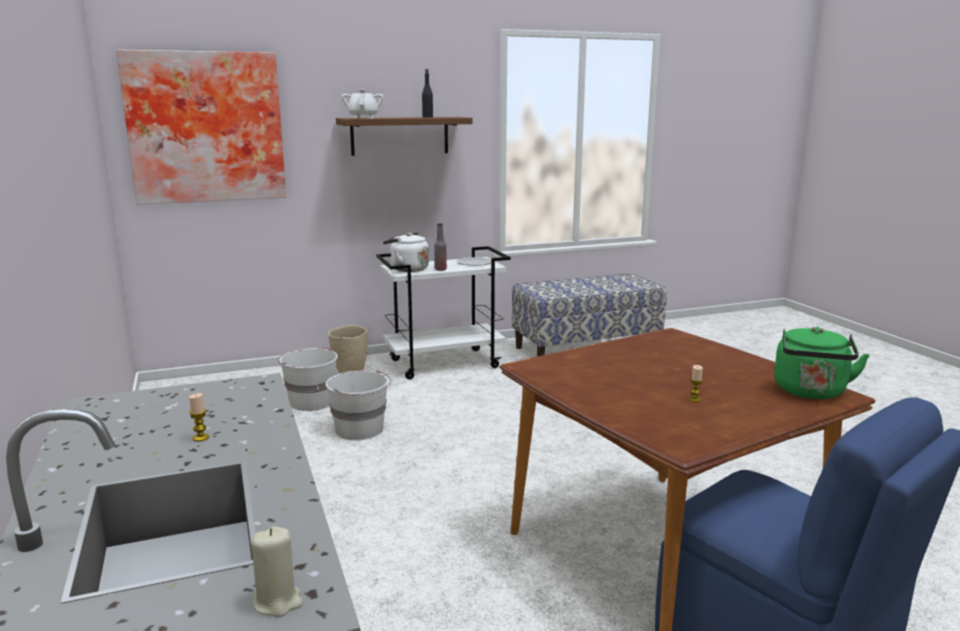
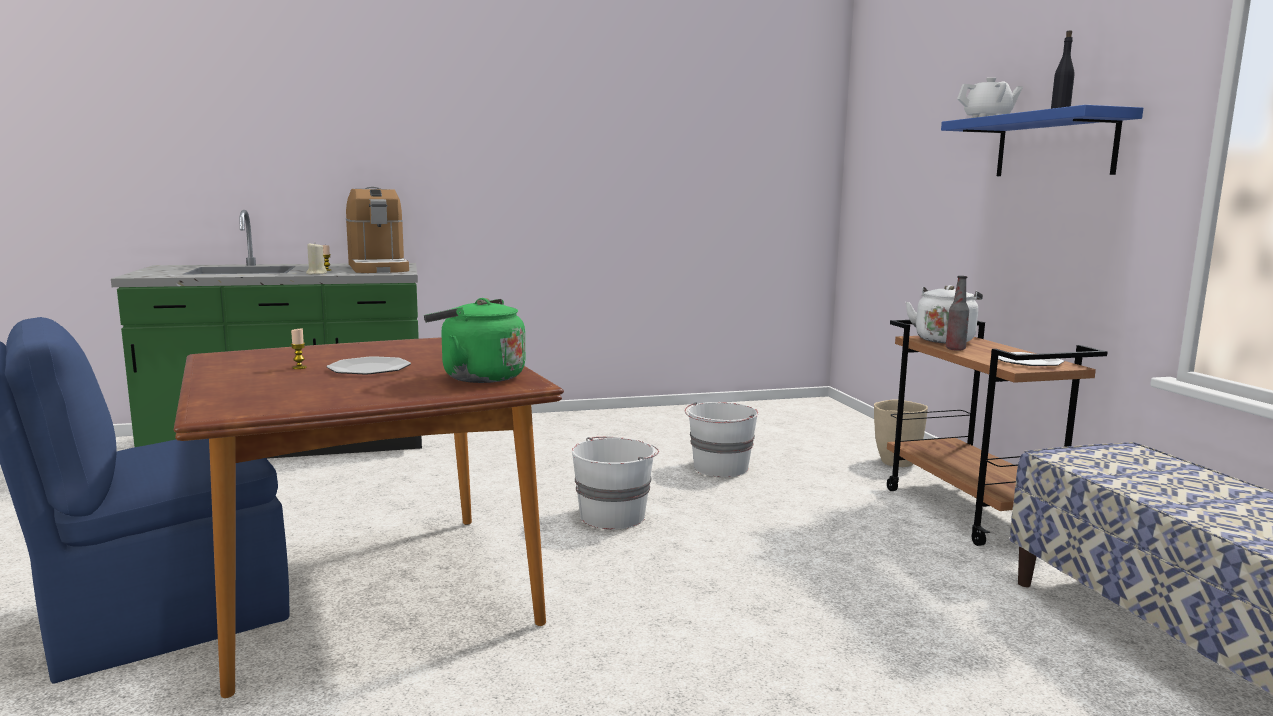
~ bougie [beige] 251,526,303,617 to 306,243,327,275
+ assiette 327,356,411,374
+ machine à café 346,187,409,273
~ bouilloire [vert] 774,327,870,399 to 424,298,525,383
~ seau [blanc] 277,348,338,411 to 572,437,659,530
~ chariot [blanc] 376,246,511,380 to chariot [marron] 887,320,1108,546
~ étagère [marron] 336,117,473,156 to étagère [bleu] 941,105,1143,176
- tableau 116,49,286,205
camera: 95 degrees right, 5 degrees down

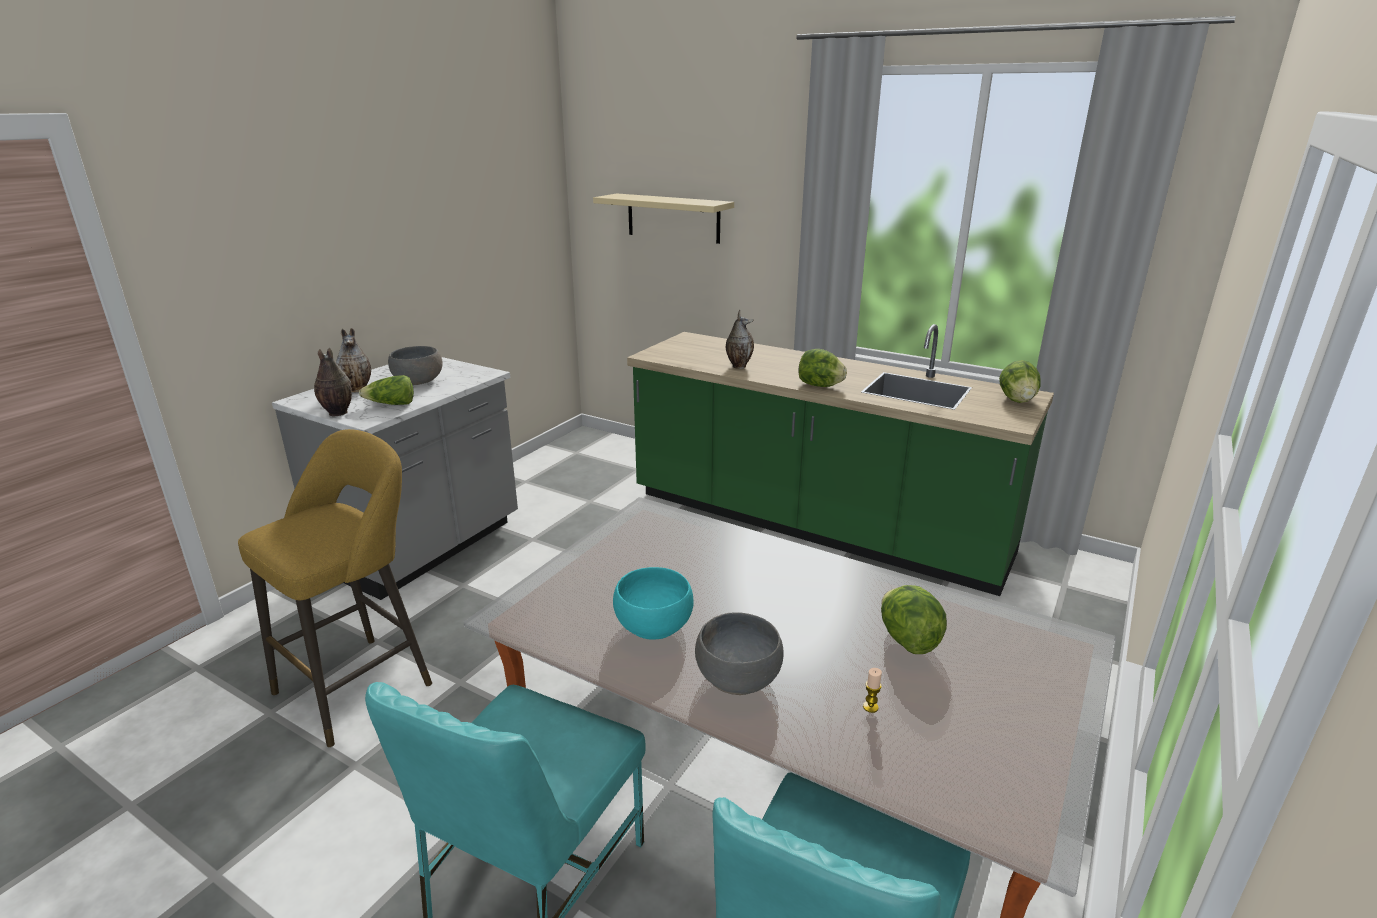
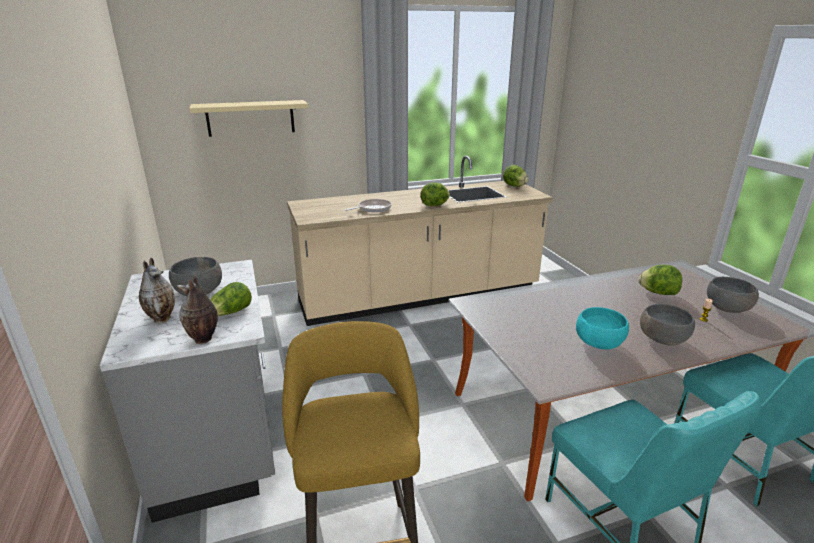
~ comptoir de cuisine [vert] 627,324,1054,596 to comptoir de cuisine [beige] 287,156,553,326
~ vase 726,310,754,369 to poêle 345,199,392,213
+ bol [gris] 707,277,759,313
camera: 50 degrees left, 0 degrees up

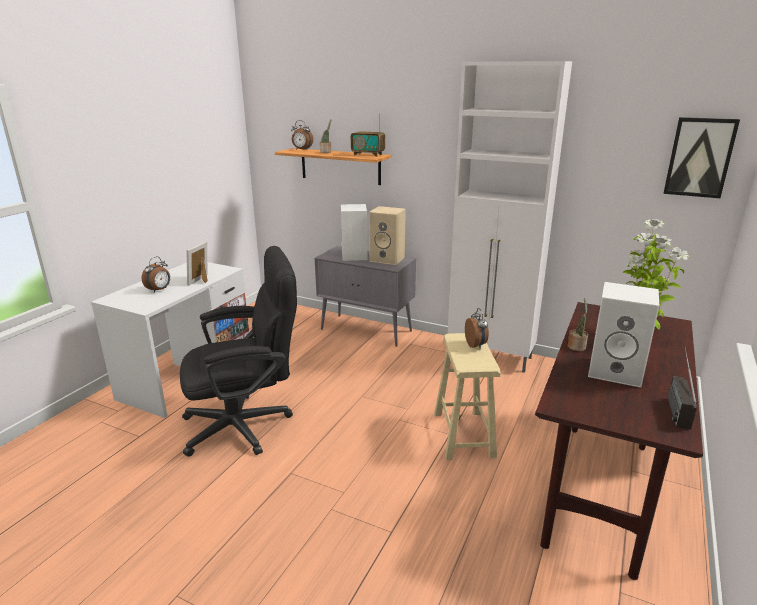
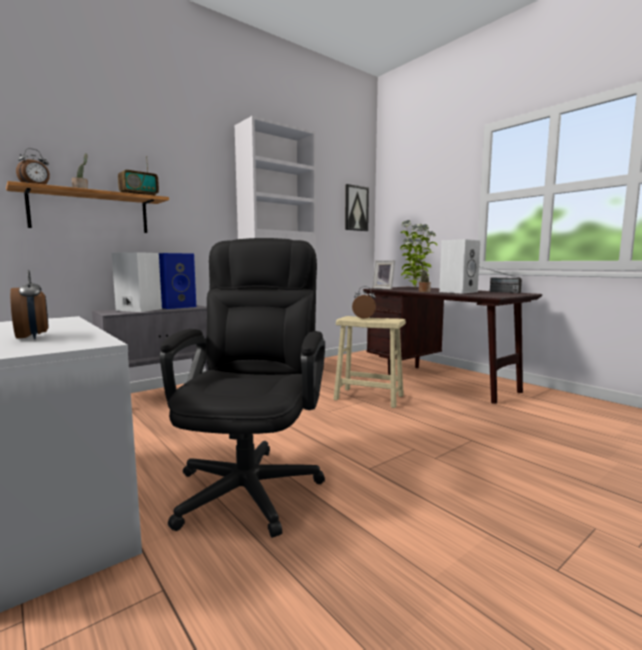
~ enceinte [beige] 369,206,406,265 to enceinte [bleu] 159,253,196,309
~ cadre photo 187,242,208,285 to 372,260,395,290
camera: 65 degrees left, 15 degrees down

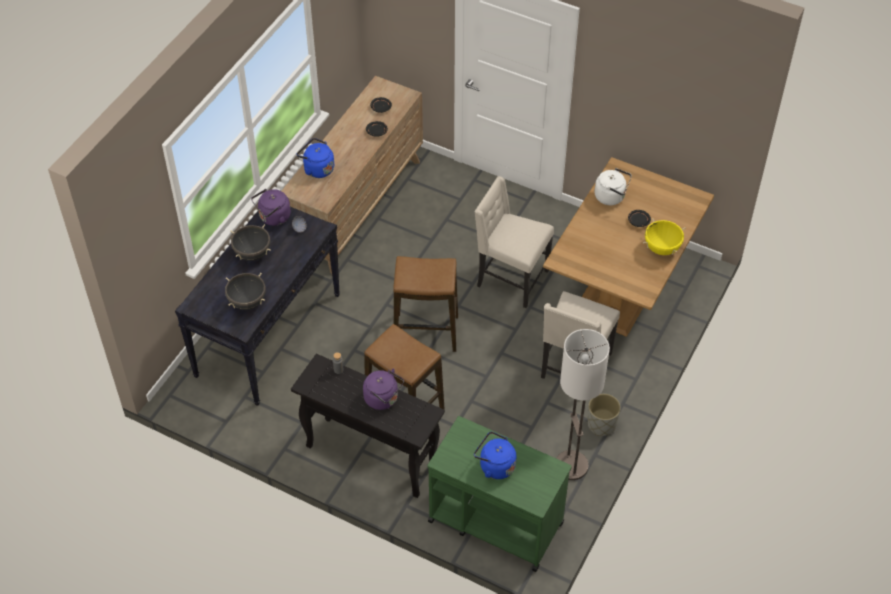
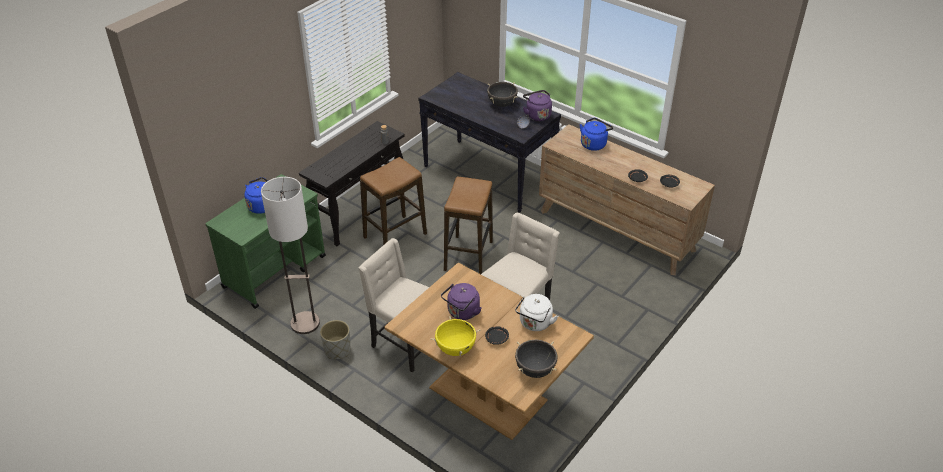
~ bouilloire [violet] 363,369,404,410 to 441,283,481,320
~ marmite [noir] 225,273,266,310 to 515,340,558,378
camera: 100 degrees right, 10 degrees down

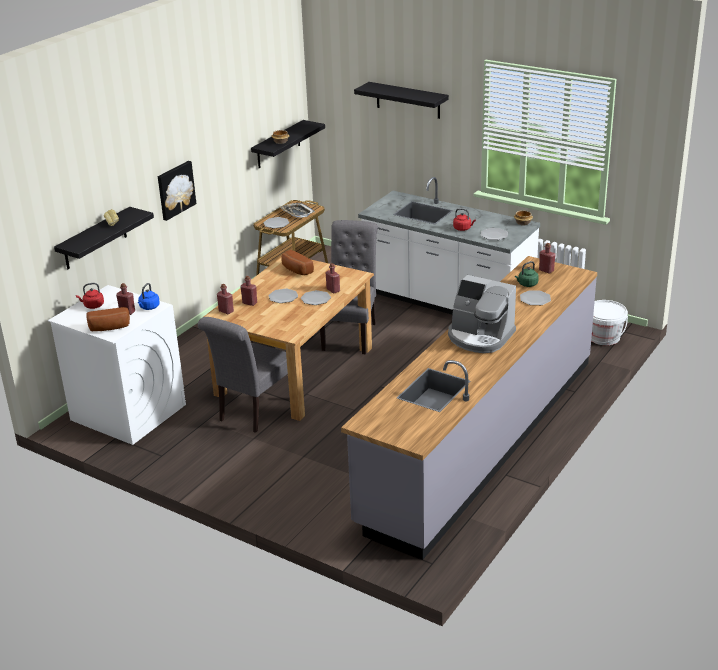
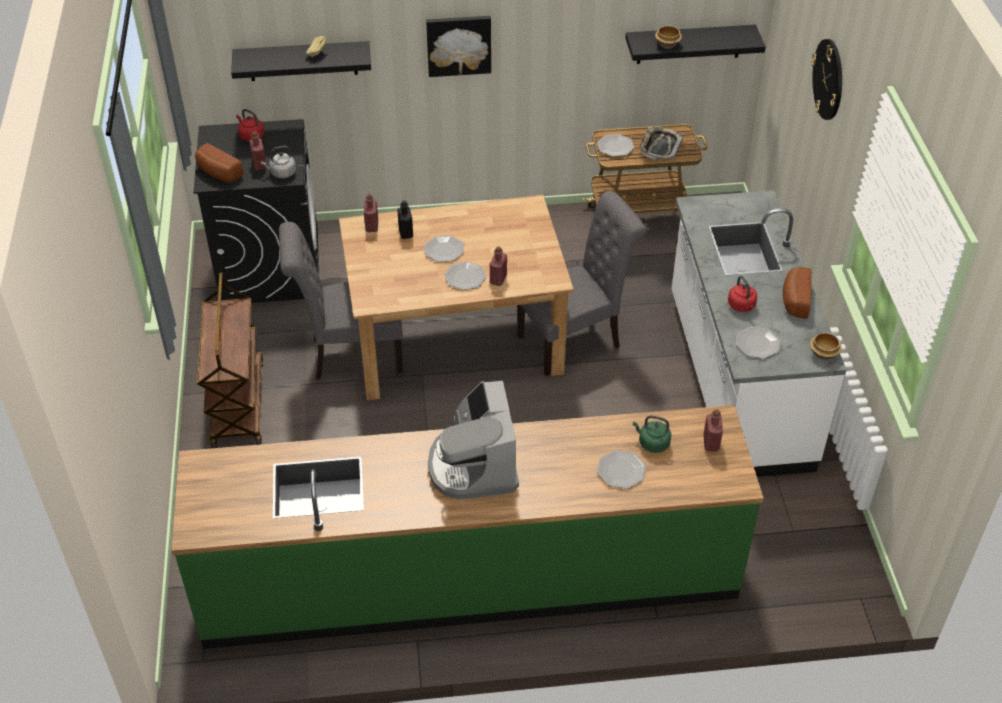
~ comptoir de cuisine [gris] 341,256,597,560 to comptoir de cuisine [vert] 171,405,763,649
~ lave-linge [blanc] 48,285,186,445 to lave-linge [noir] 194,119,319,303
+ chariot [marron] 197,272,264,448
~ bouilloire [bleu] 138,283,160,310 to bouilloire [gris] 261,146,296,179
~ bouteille [rouge] 240,276,257,306 to bouteille [noir] 397,201,413,239
~ pain 281,250,314,275 to 783,267,811,318
~ étagère [noir] 354,82,449,119 to horloge murale 811,39,842,120
- seau [blanc] 591,300,628,345
camera: 50 degrees right, 15 degrees up

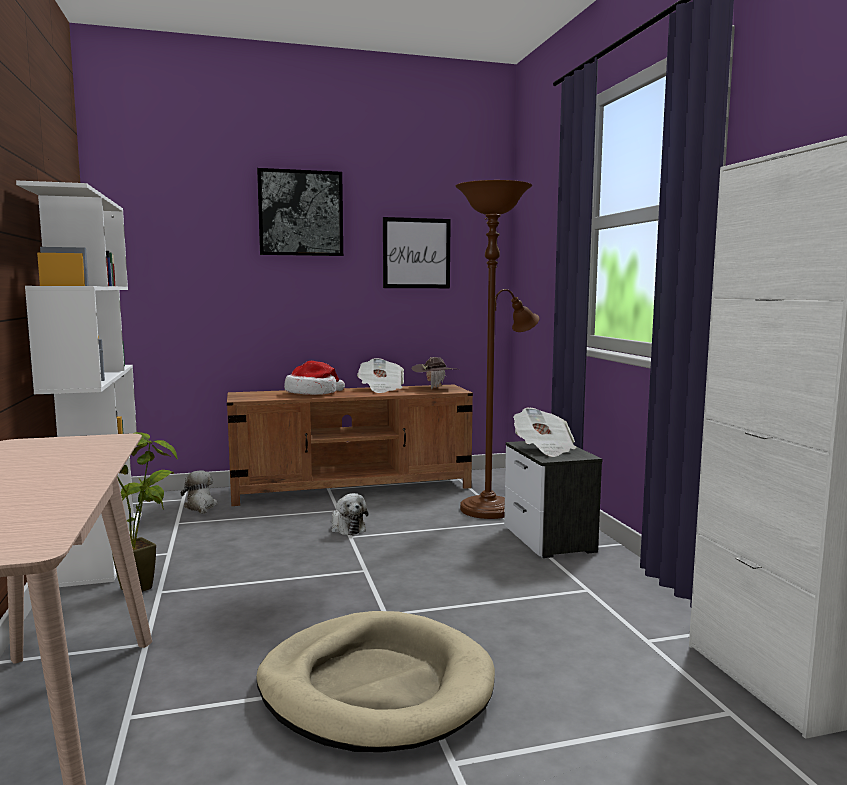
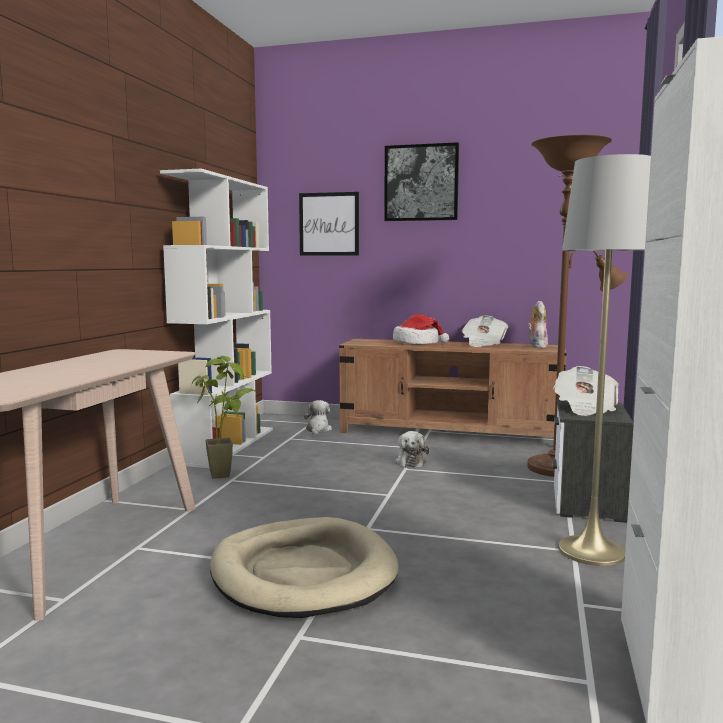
~ tableau 383,217,451,288 to 299,192,359,256
~ chapeau [marron] 411,357,455,389 to peluche 527,301,548,348
+ lampadaire [gris] 558,154,651,566
camera: 30 degrees right, 0 degrees up

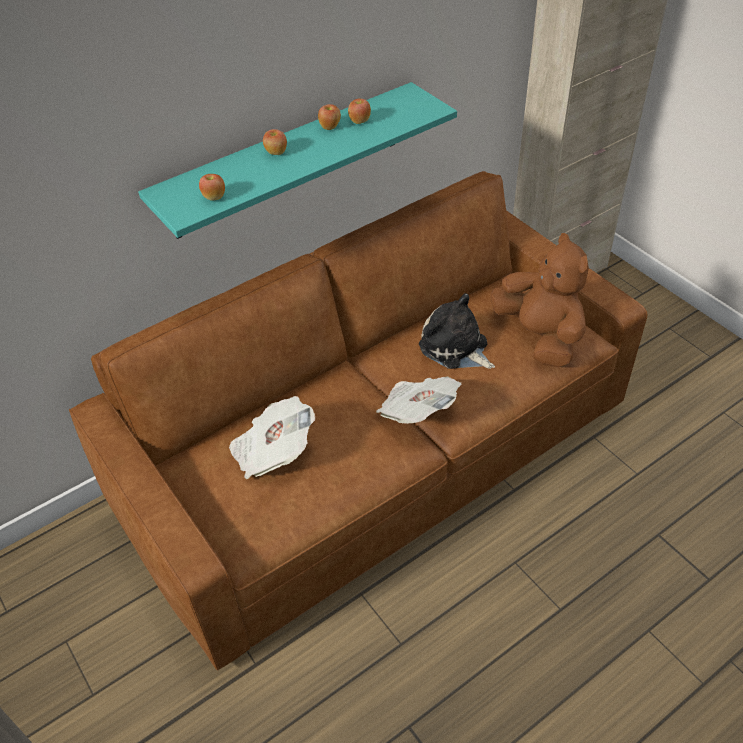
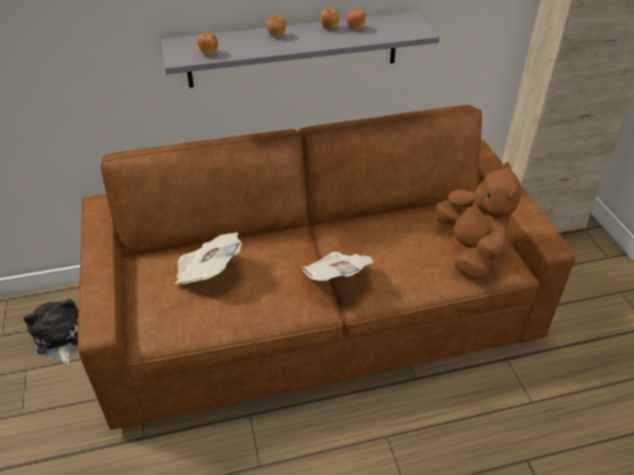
~ peluche 419,293,495,369 to 23,299,78,364
~ étagère [turquoise] 138,82,457,239 to étagère [gris] 161,12,440,88
camera: 20 degrees right, 5 degrees down

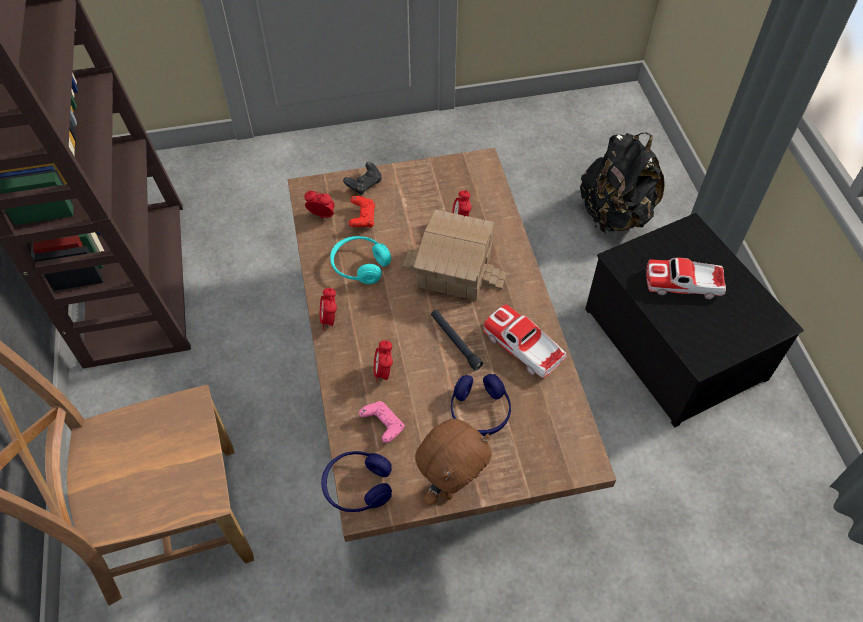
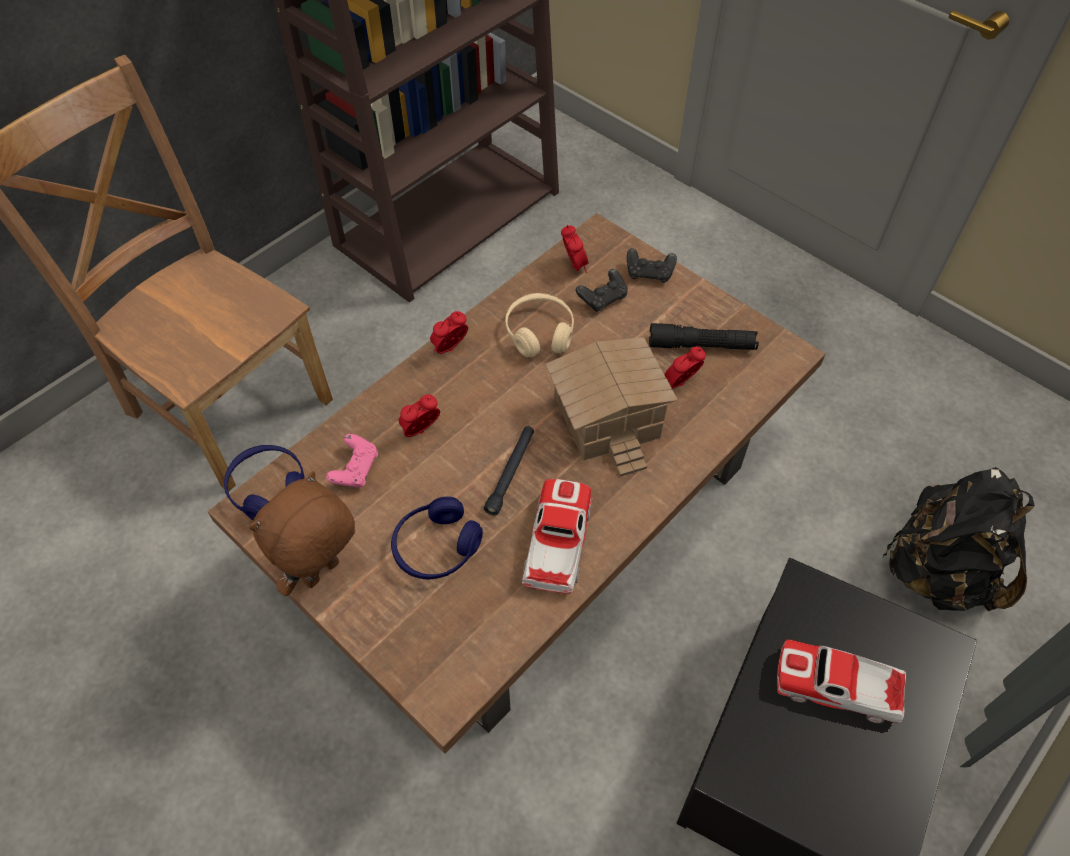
~ peluche [marron] 415,419,492,505 = 249,471,355,596 120 degrees clockwise
~ casque audio [turquoise] 330,236,391,284 to casque audio [beige] 505,293,574,357
~ manette [rouge] 349,196,375,228 to manette [noir] 576,269,628,312
+ lampe de poche [noir] 649,323,759,350
~ petite voiture 646,258,726,299 = 777,639,906,723 45 degrees counterclockwise
camera: 55 degrees right, 0 degrees up

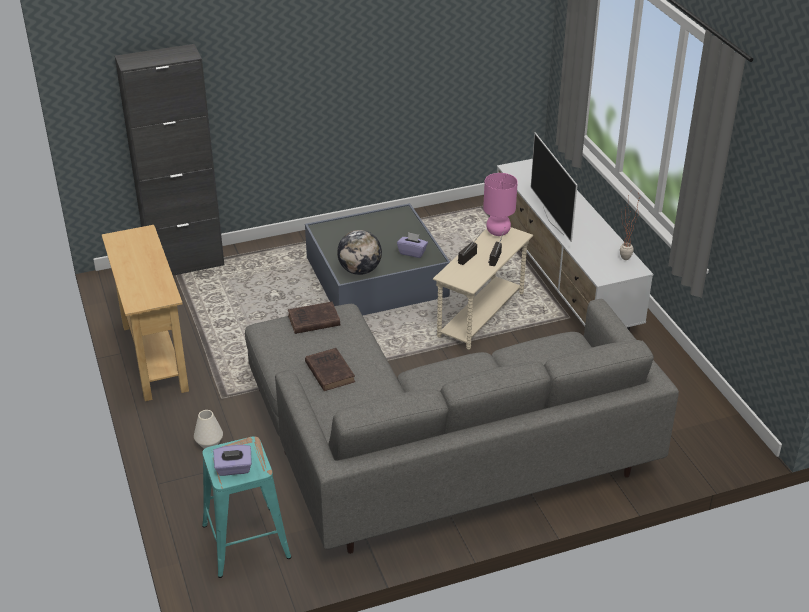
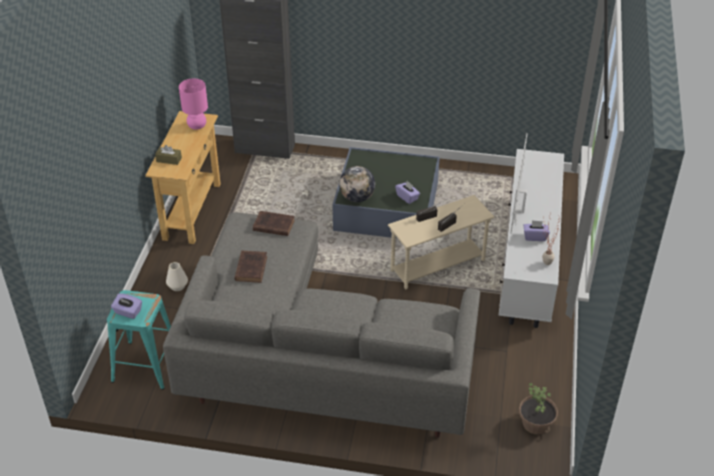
+ boîte à mouchoirs [marron] 155,145,182,165
~ lampe de table [rose] 483,173,518,236 to 179,79,208,130
+ plante en pot 519,383,558,435
+ boîte à mouchoirs [violet] 524,220,550,241
camera: 30 degrees right, 5 degrees up

